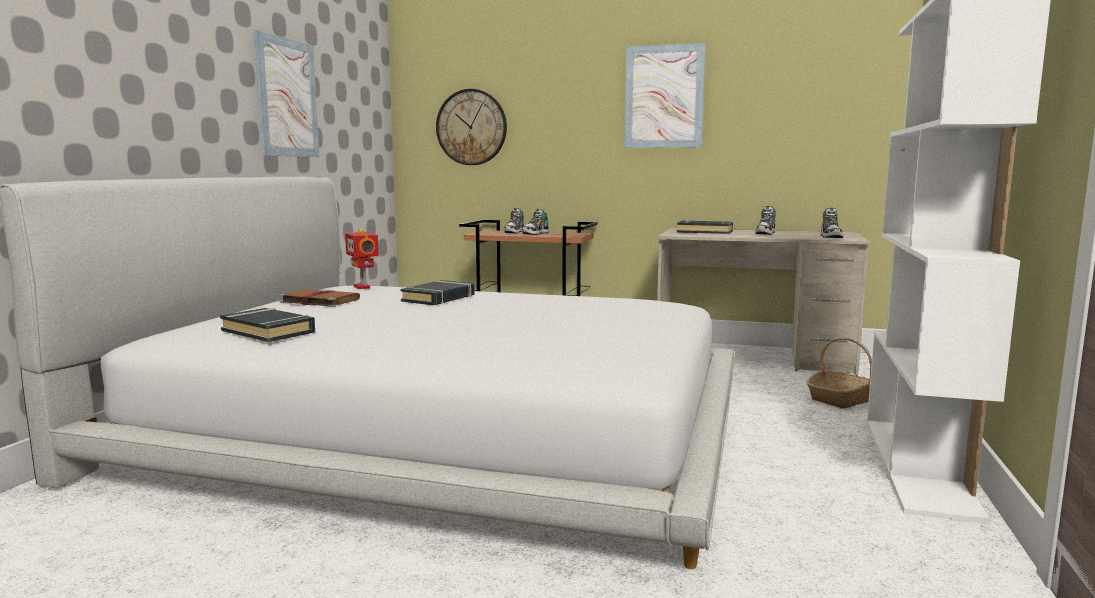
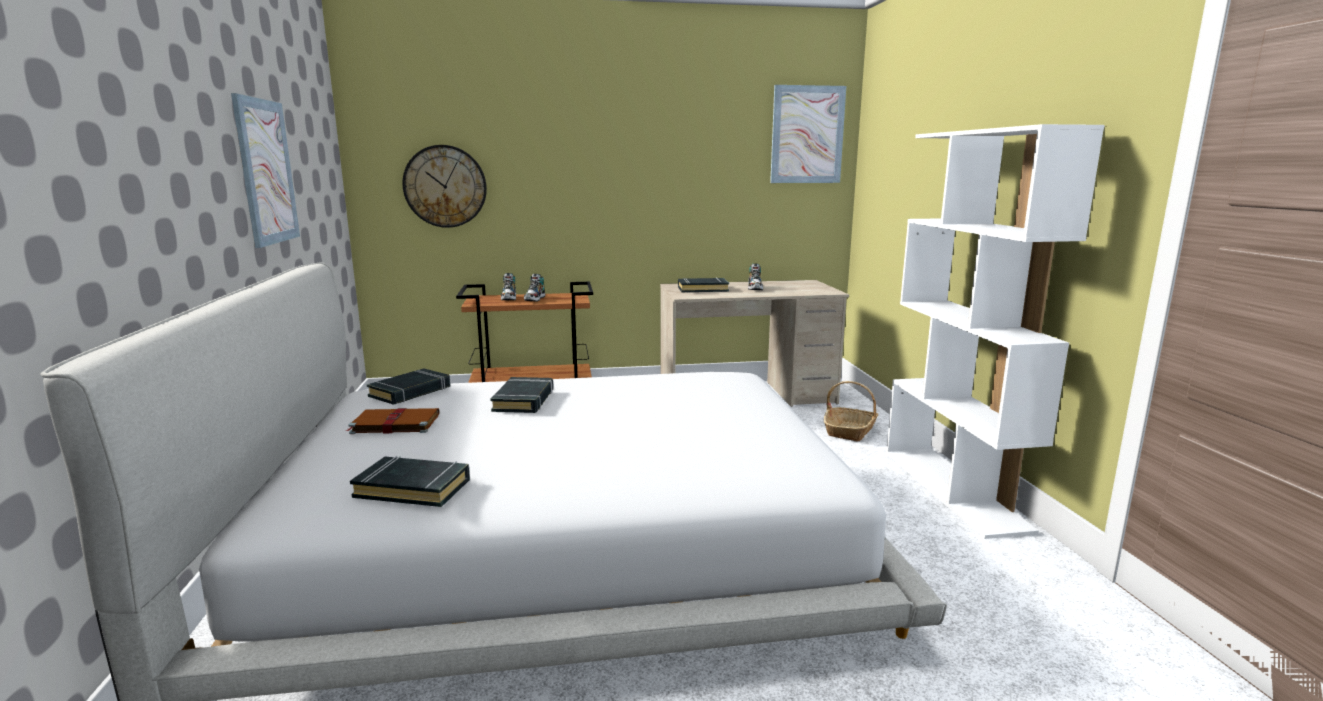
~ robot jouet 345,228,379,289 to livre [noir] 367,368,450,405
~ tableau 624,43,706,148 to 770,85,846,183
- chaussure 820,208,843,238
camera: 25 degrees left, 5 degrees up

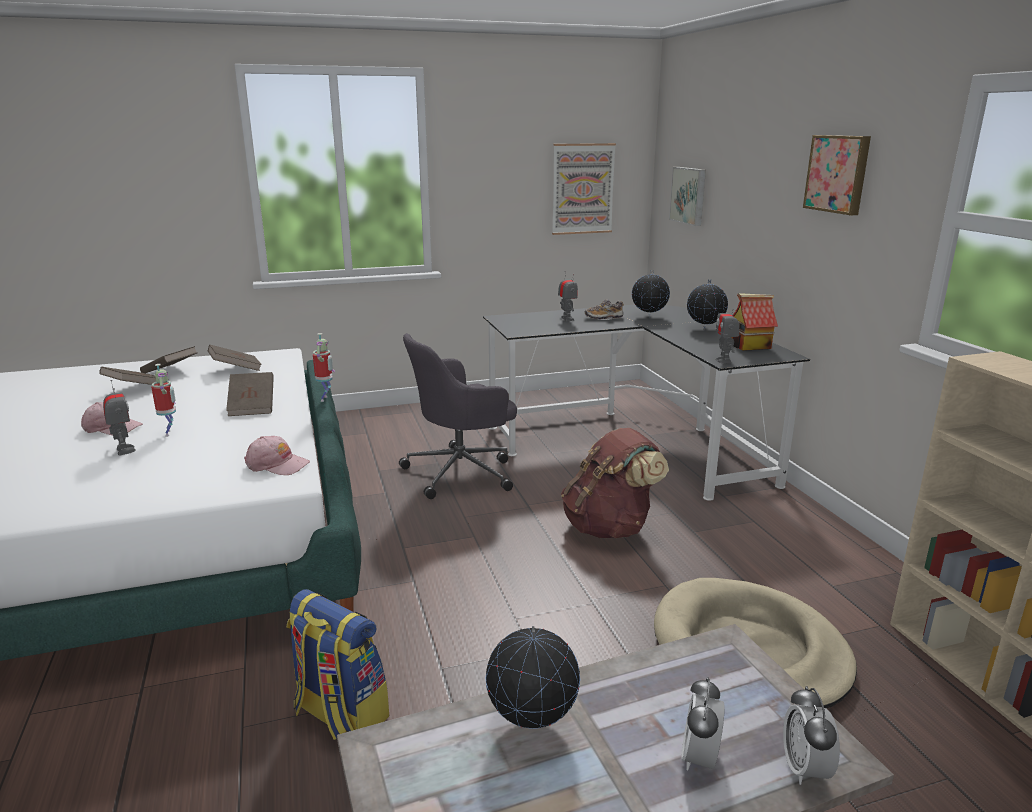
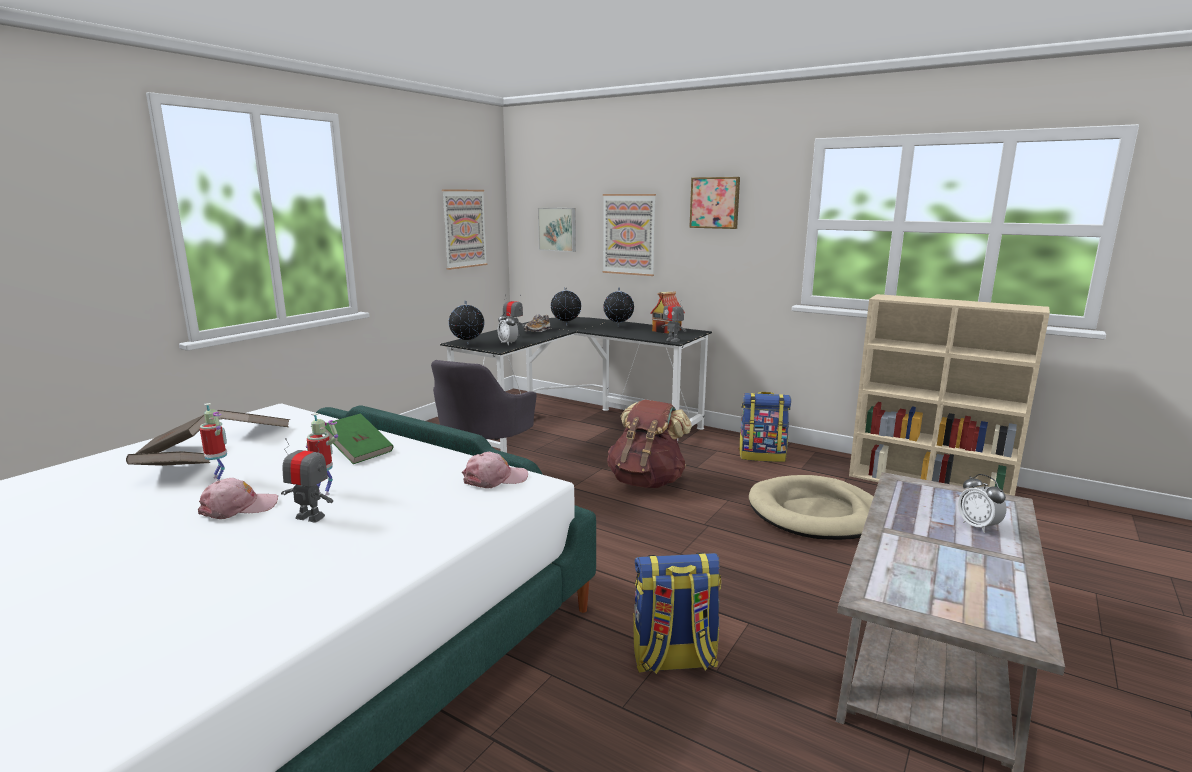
~ robot jouet 313,333,335,402 to 200,403,227,481
~ livre [marron] 226,372,274,416 to livre [vert] 324,413,393,464
~ globe 486,626,580,728 to 449,301,484,345
~ réveil 783,686,840,785 to 498,312,518,345
+ tableau 603,194,656,276
+ sac à dos 739,392,791,462
camera: 40 degrees left, 5 degrees down

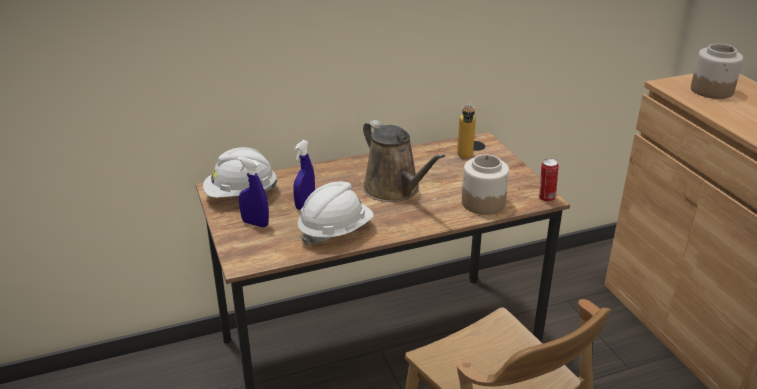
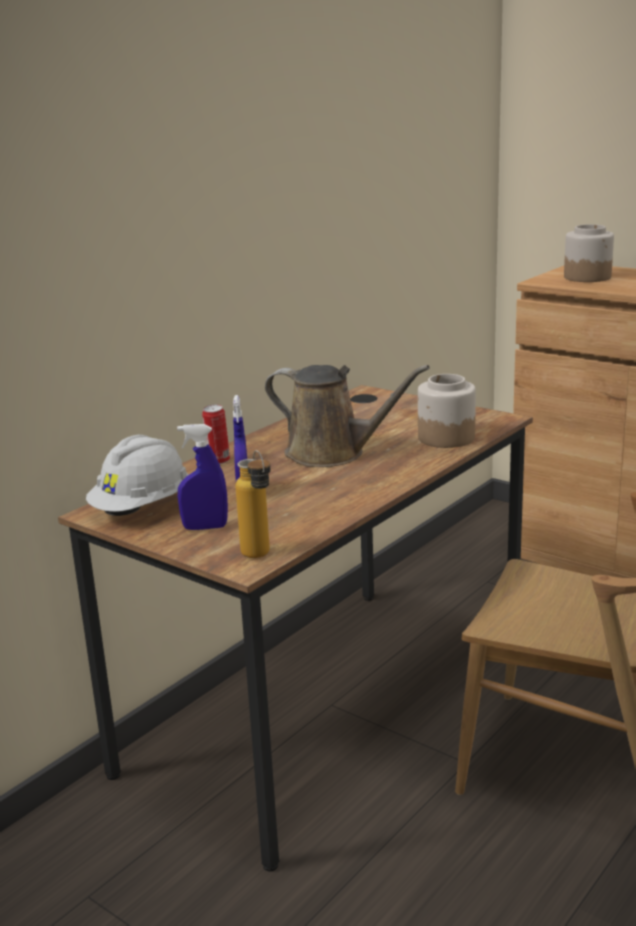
~ boîte métallique 539,158,559,202 to 202,404,230,464
~ bouteille 457,102,476,158 to 235,450,271,558
- casque de chantier [blanc] 297,182,374,246
camera: 30 degrees left, 10 degrees down

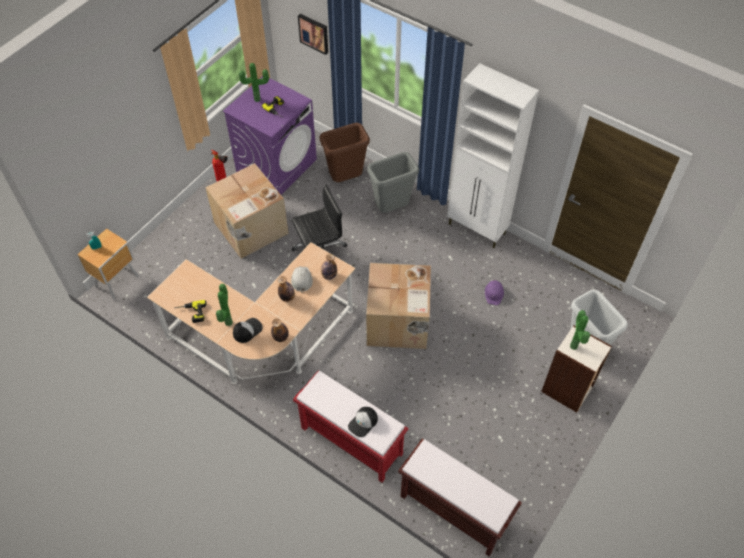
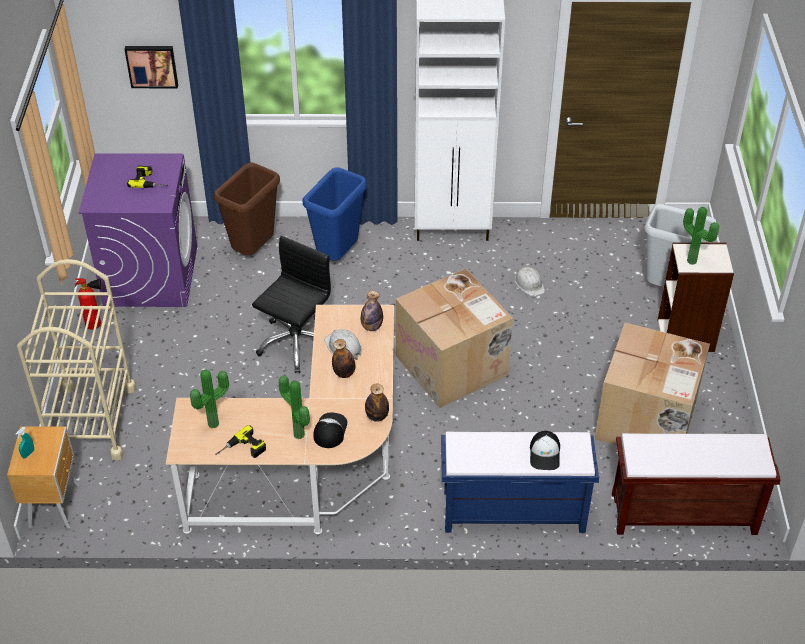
+ chariot [beige] 17,259,136,461
~ plante en pot 239,63,269,102 to 190,369,229,428
~ poubelle [gris] 367,152,419,213 to poubelle [bleu] 303,167,367,261
~ banc [rouge] 293,370,409,482 to banc [bleu] 441,432,599,533
~ casque de chantier [violet] 485,279,504,305 to casque de chantier [blanc] 514,267,545,297
~ carton 205,163,289,259 to 595,322,710,445
camera: 35 degrees left, 10 degrees down

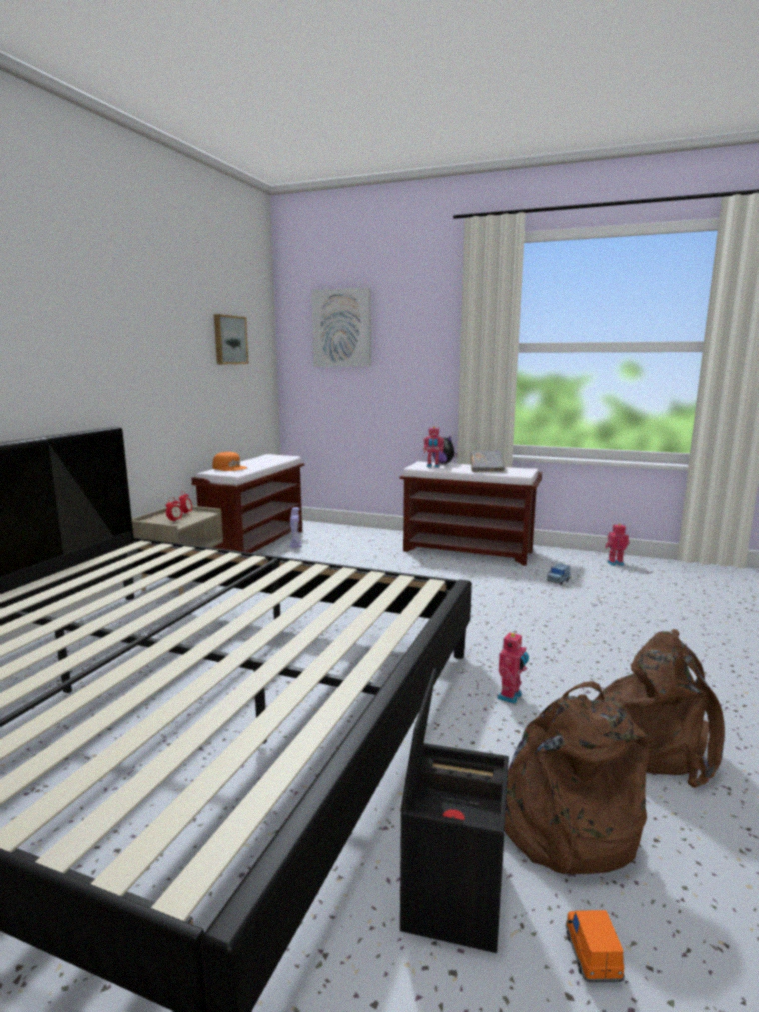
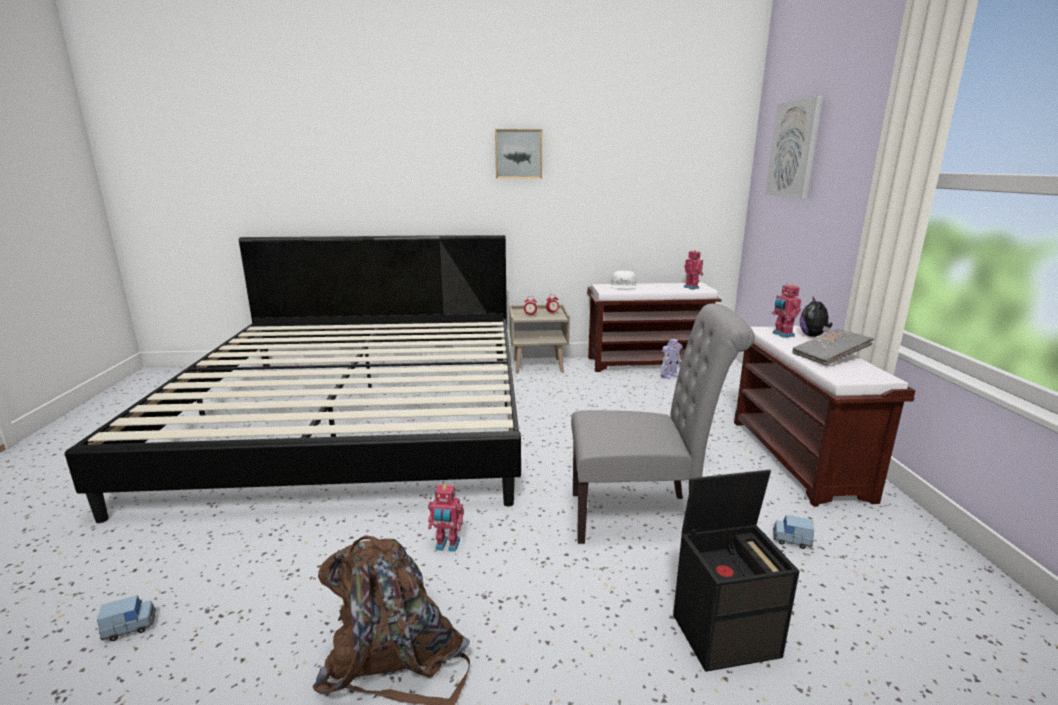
~ petite voiture [orange] 566,910,625,983 to petite voiture [bleu] 97,595,156,641
~ tableau 214,314,248,364 to 495,129,542,179
+ chaise [gris] 571,303,755,544
~ casquette [orange] 212,452,247,471 to casquette [blanc] 611,270,636,289
~ boîte de rangement [noir] 400,669,509,953 to 673,470,799,672
~ robot jouet 605,523,630,566 to 684,250,704,289
- sac à dos [marron] 505,681,649,874
camera: 65 degrees right, 5 degrees up

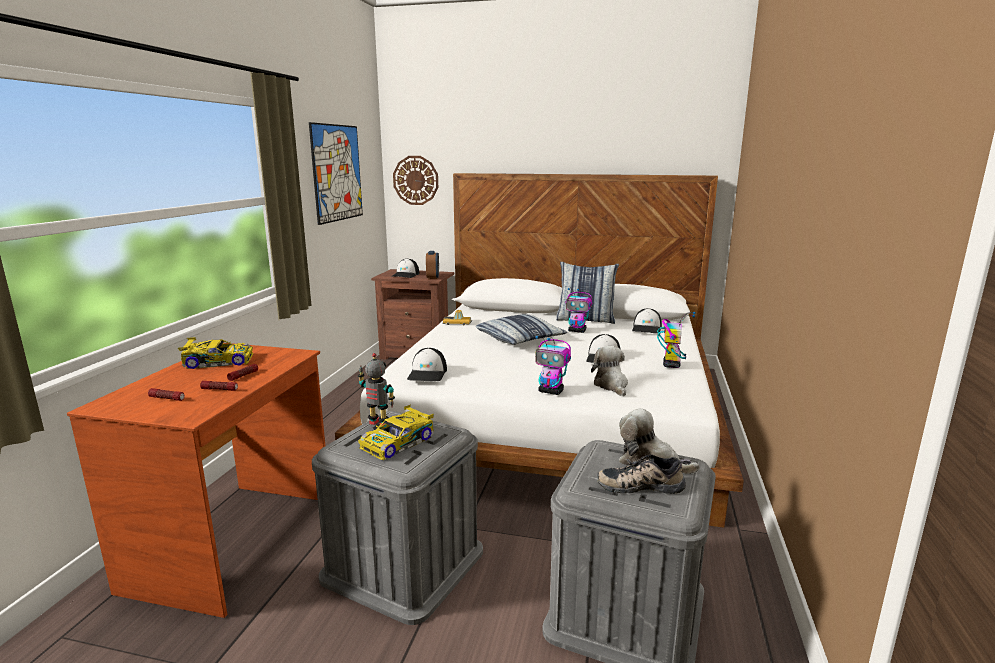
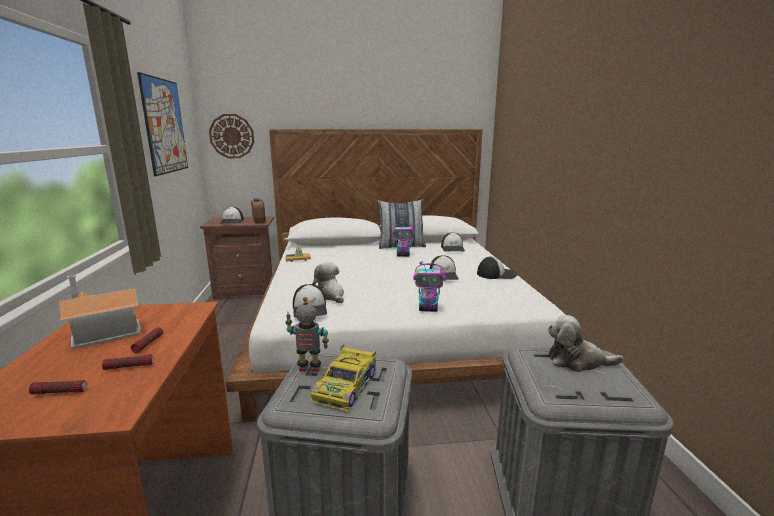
~ petite voiture 178,337,254,369 to maison miniature 59,275,141,349
~ peluche 591,346,628,396 to 312,262,344,303
~ robot jouet 657,312,696,368 to casquette 477,257,517,279
- coussin 476,314,567,345
- chaussure 597,454,691,494
camera: 20 degrees left, 0 degrees up

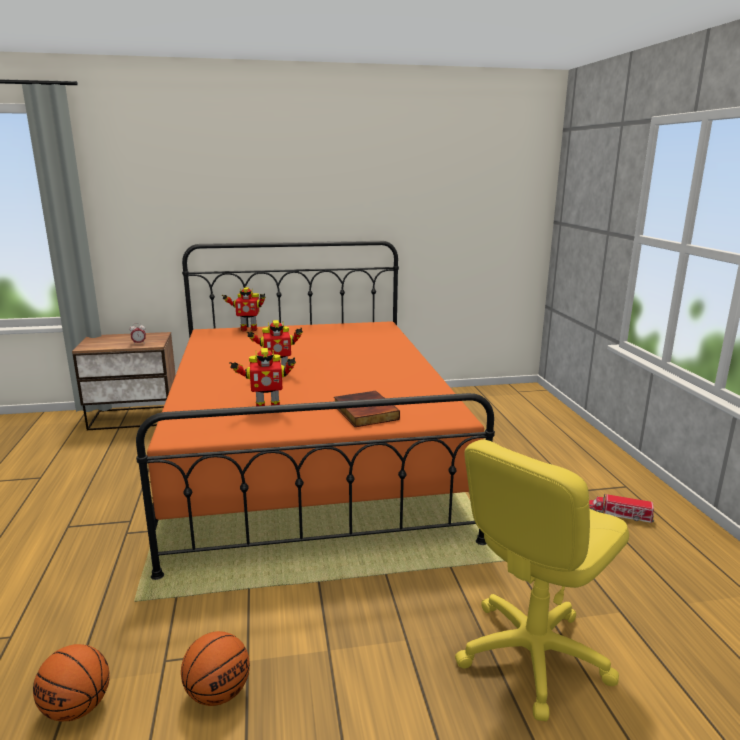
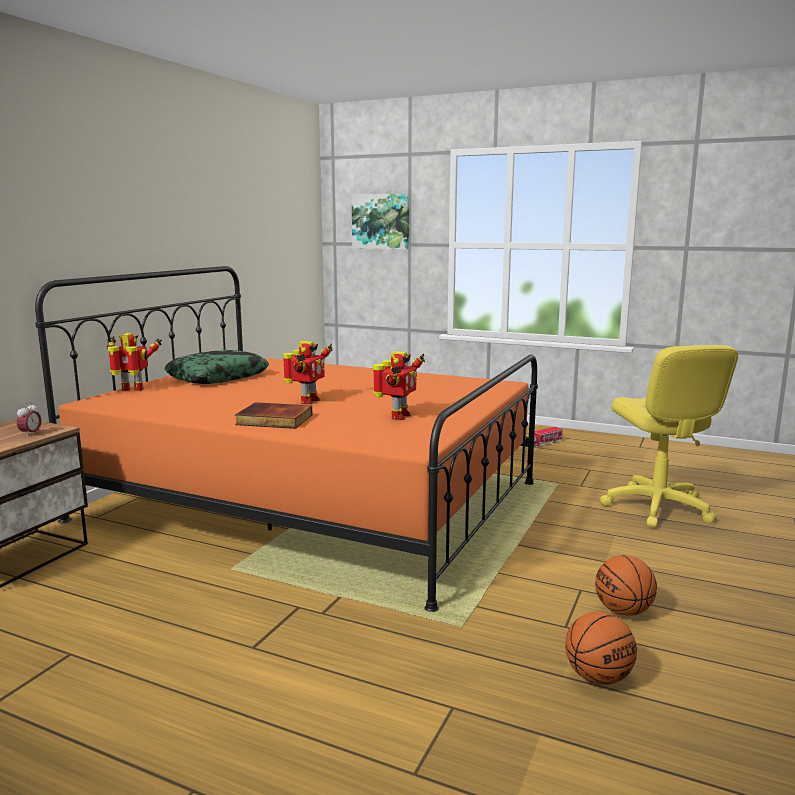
~ robot jouet 222,287,265,332 = 107,333,162,391 120 degrees counterclockwise
+ coussin 164,350,269,384
~ livre 334,391,400,427 to 235,402,312,429
+ tableau 351,194,409,249
camera: 55 degrees left, 5 degrees down

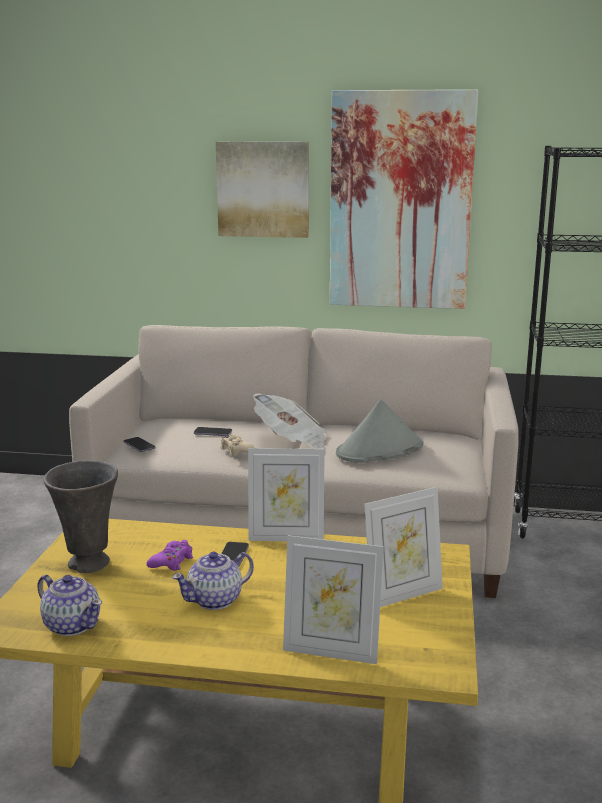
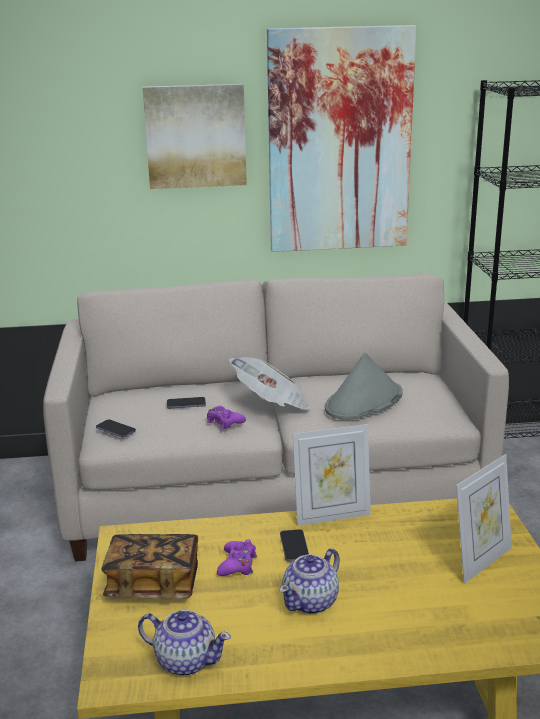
~ vase [gris] 43,460,118,573 to livre 101,534,198,600
~ manette [beige] 220,434,255,456 to manette [violet] 207,406,246,429
- cadre photo 283,535,384,664
camera: 15 degrees left, 5 degrees up

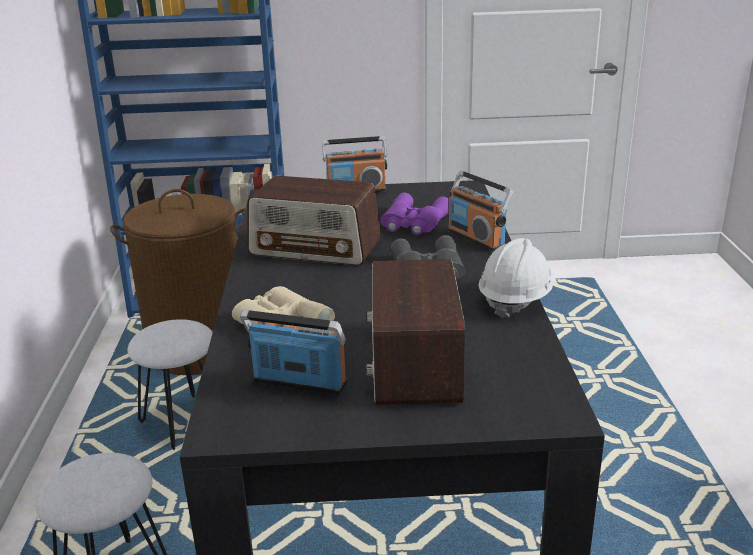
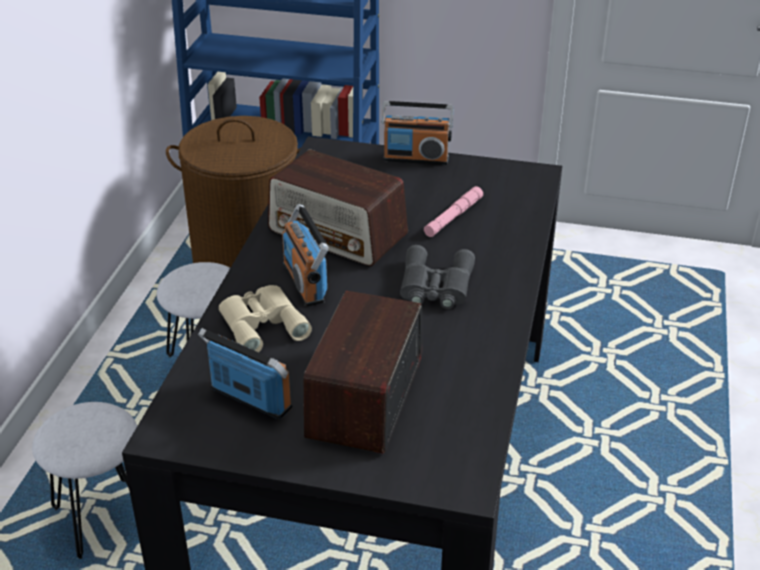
~ radio 448,170,513,251 to 282,204,329,307
~ jumelles [violet] 380,193,449,235 to lampe de poche [rose] 424,186,483,237
- casque de chantier [blanc] 478,238,555,319
camera: 15 degrees right, 10 degrees up

